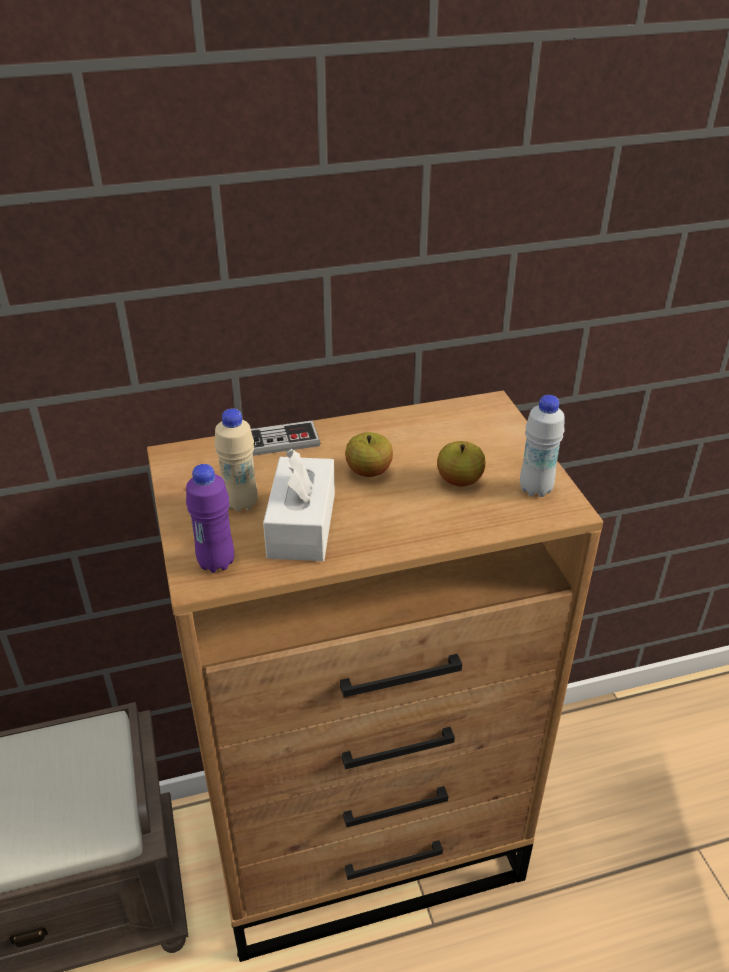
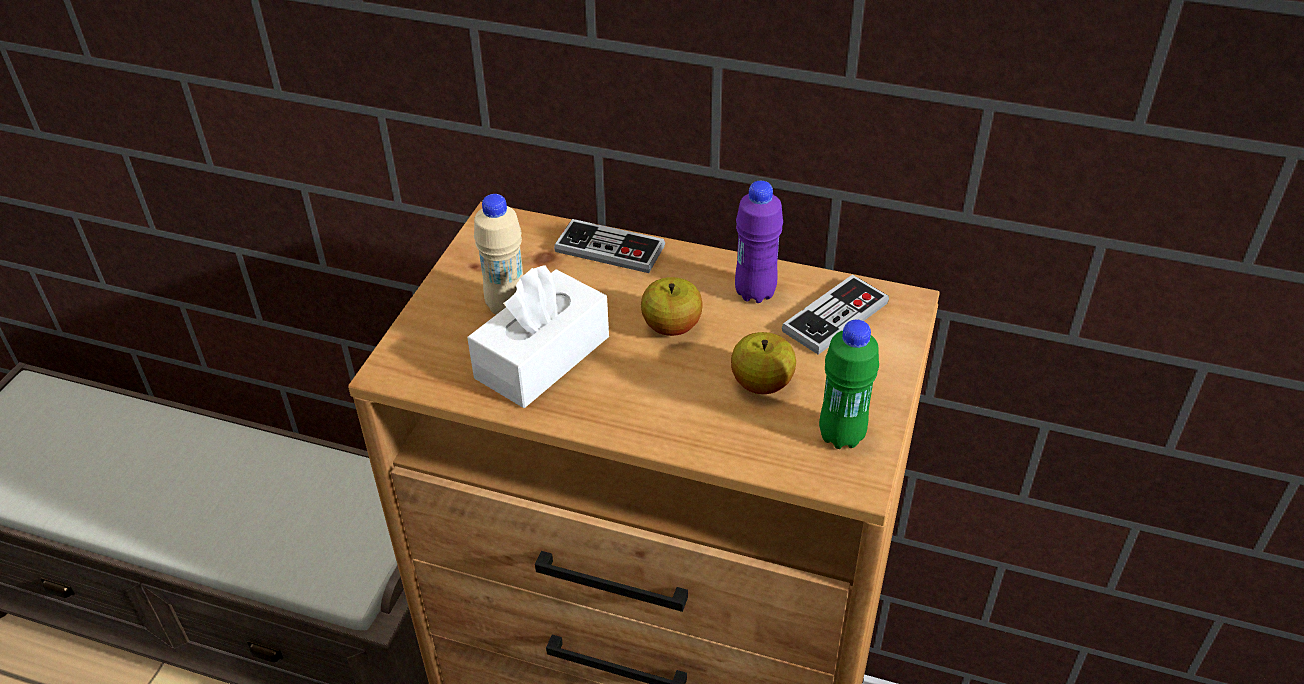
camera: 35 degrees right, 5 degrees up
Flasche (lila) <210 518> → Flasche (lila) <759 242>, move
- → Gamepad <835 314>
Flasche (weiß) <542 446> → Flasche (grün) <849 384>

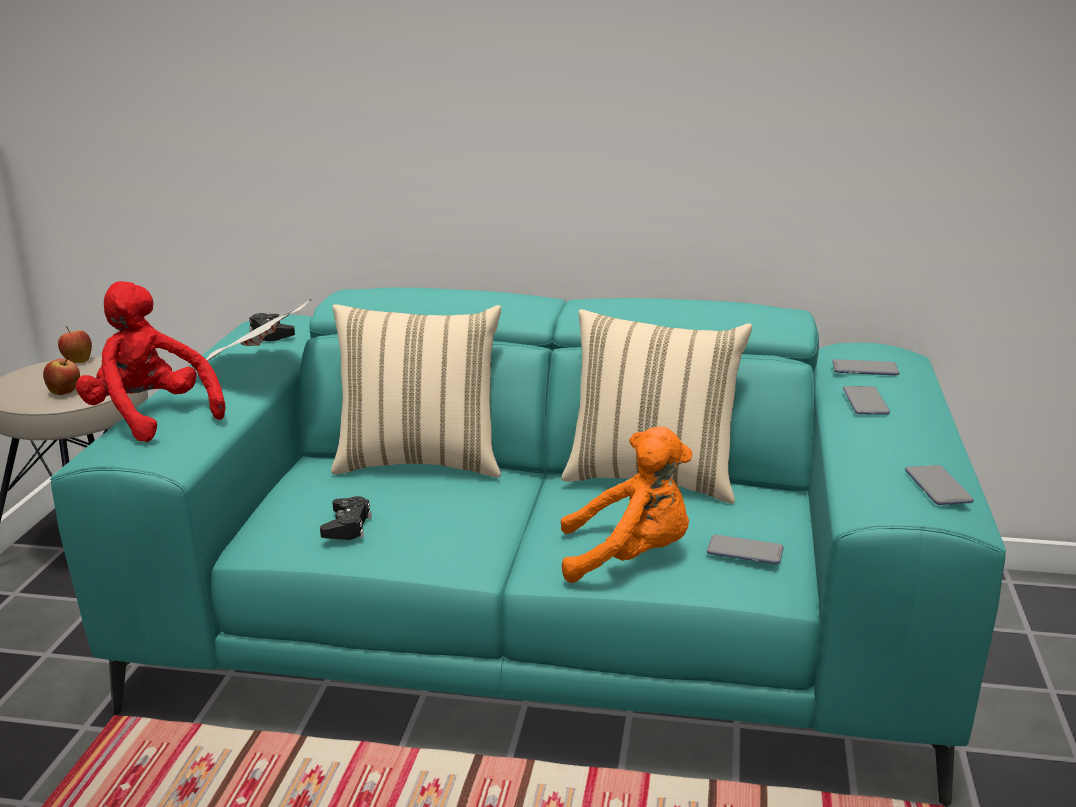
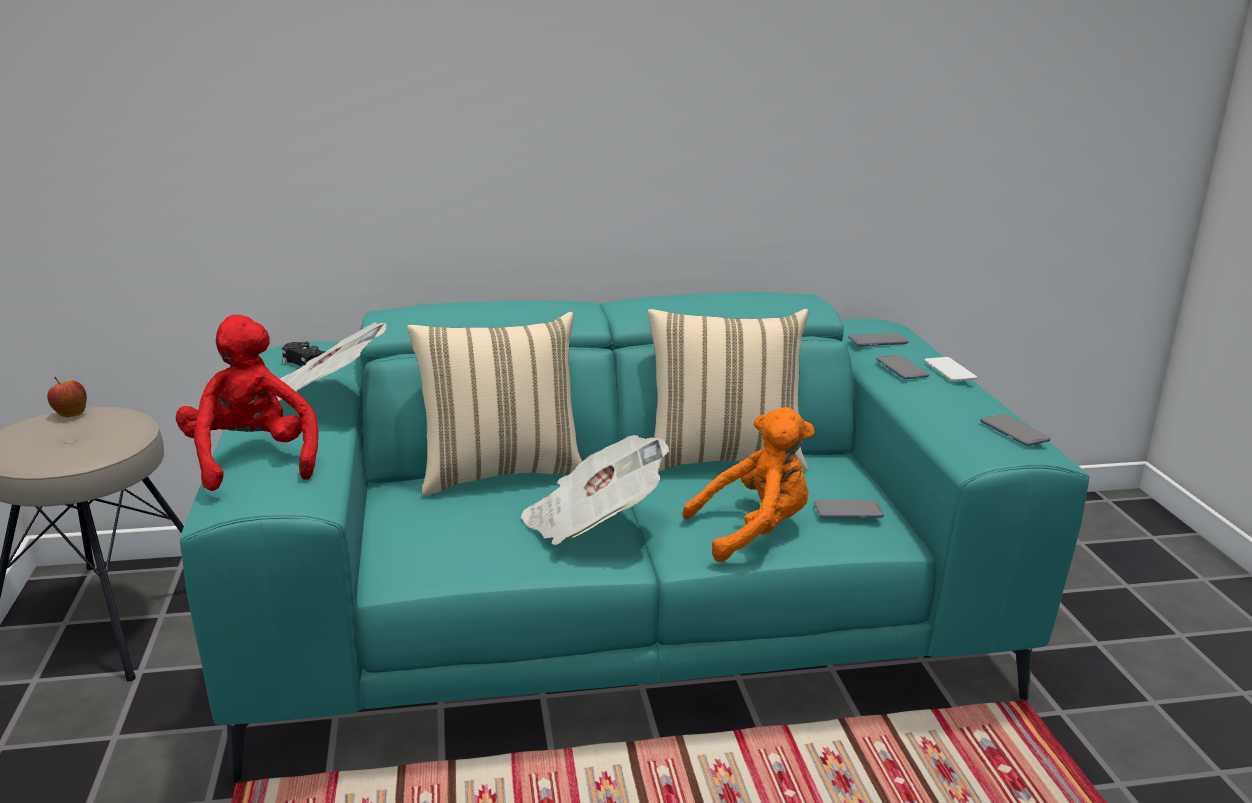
camera: 20 degrees left, 0 degrees up
Plüschtier (rot) <151 361> → Plüschtier (rot) <247 403>, 45 degrees clockwise
- → Zeitung <595 490>
- → Handy <950 369>
Apfel <61 375> → -
Gamepad (schwarz) <346 518> → -

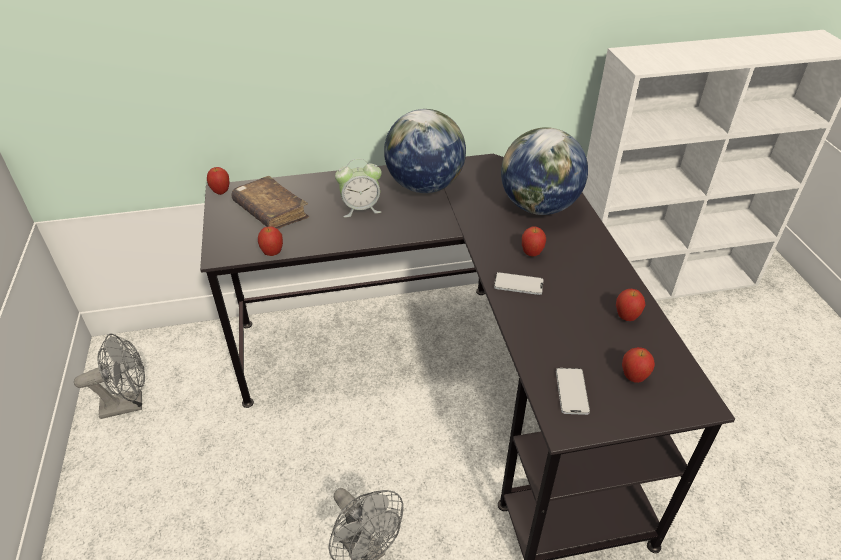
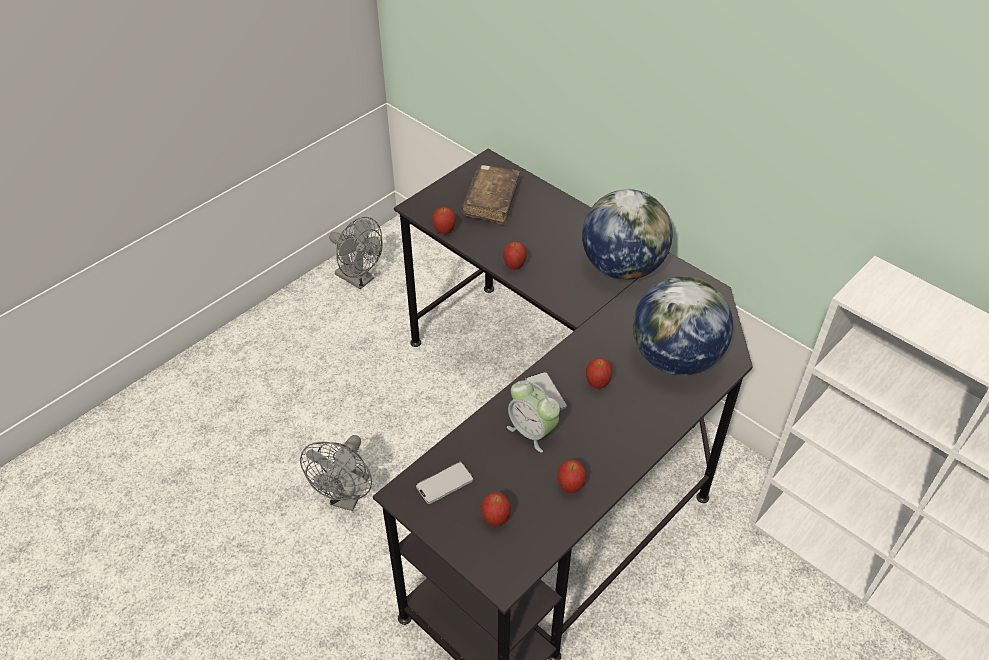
camera: 55 degrees right, 5 degrees up
Apfel <218 181> → Apfel <515 255>, move
Wecker <358 188> → Wecker <533 416>, move

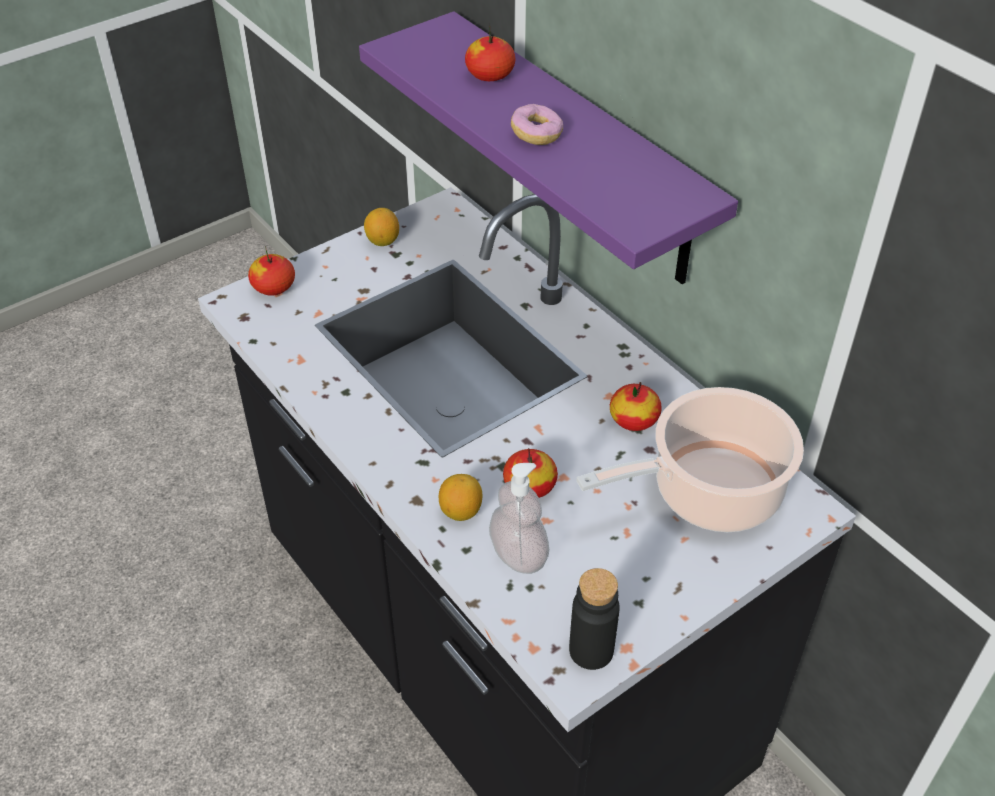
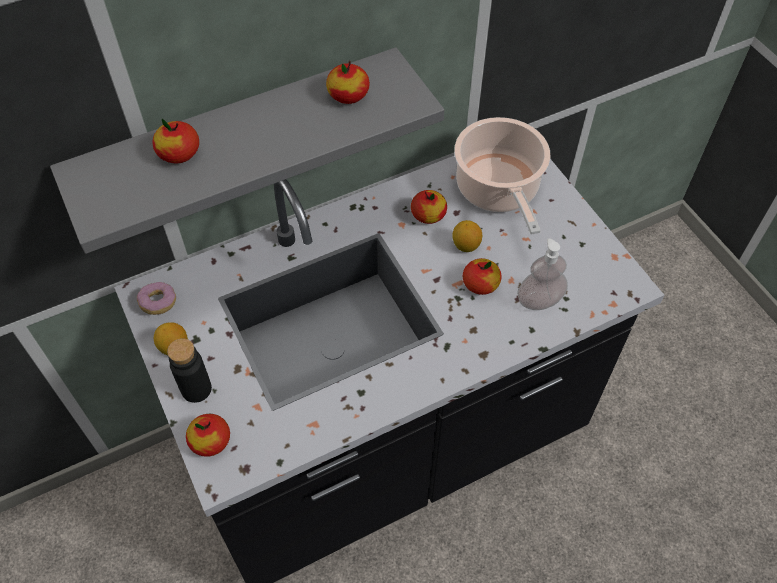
camera: 80 degrees left, 10 degrees up
Wandregal (lila) <548 147> → Wandregal (grau) <247 150>
Donut <537 124> → Donut <156 298>, move
Flasche (schwarz) <594 619> → Flasche (schwarz) <189 370>, move
- → Apfel <348 82>
Zitrone <460 497> → Zitrone <467 236>, move

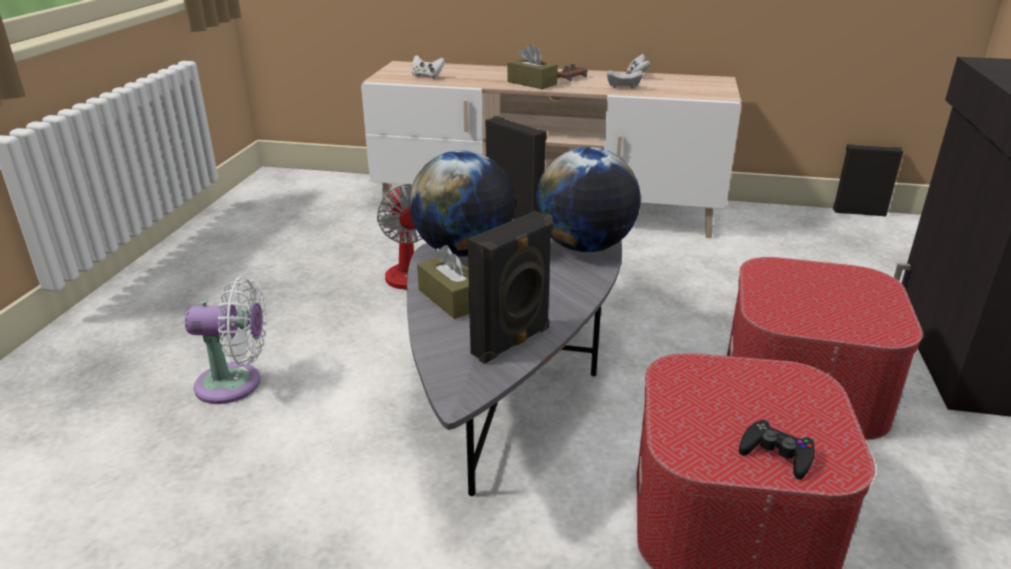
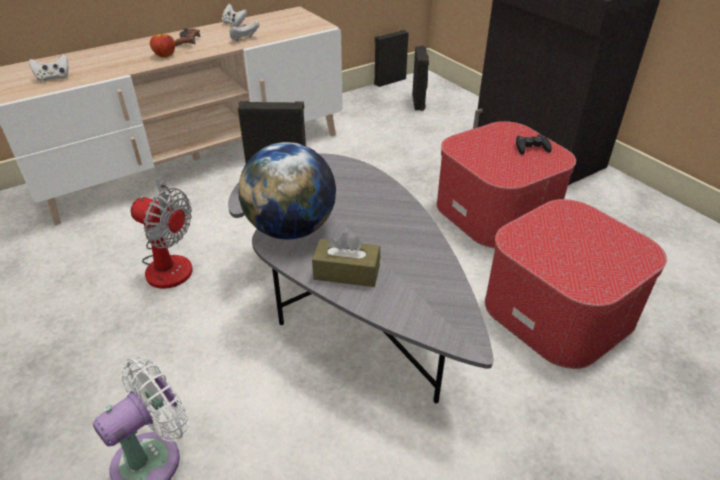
camera: 45 degrees left, 10 degrees up
Taschentuchbox (braun) <532 66> → Apfel <162 45>
Lautsprecher (schwarz) <510 287> → Lautsprecher (schwarz) <420 78>, move
Gamepad (schwarz) <777 449> → Gamepad (schwarz) <534 144>, move
Globus <588 199> → -

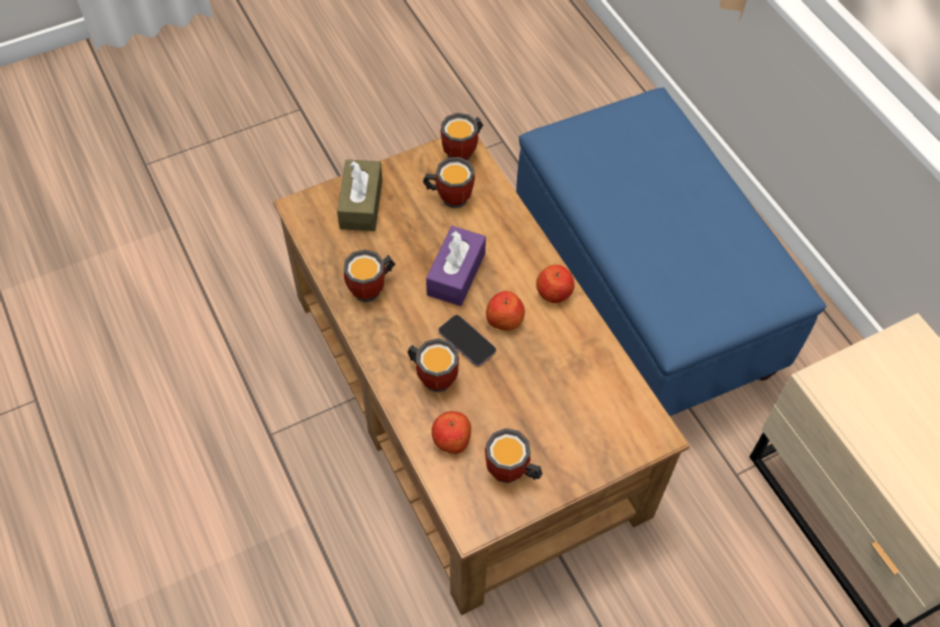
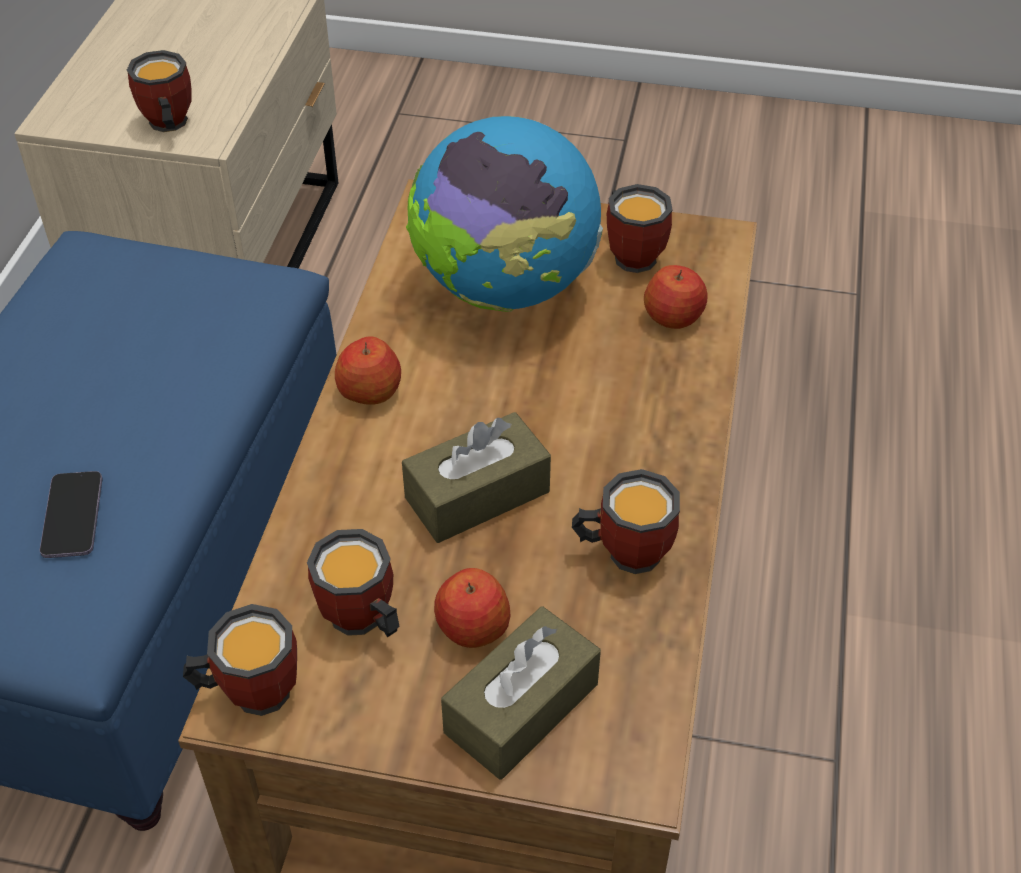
camera: 140 degrees left, 10 degrees down
Handy <467 340> → Handy <71 514>, move
Henkelbecher <433 365> → Henkelbecher <159 91>, move
Taschentuchbox (lila) <456 266> → Taschentuchbox (braun) <476 477>
- → Globus <504 214>
Apfel <505 310> → Apfel <472 608>, move

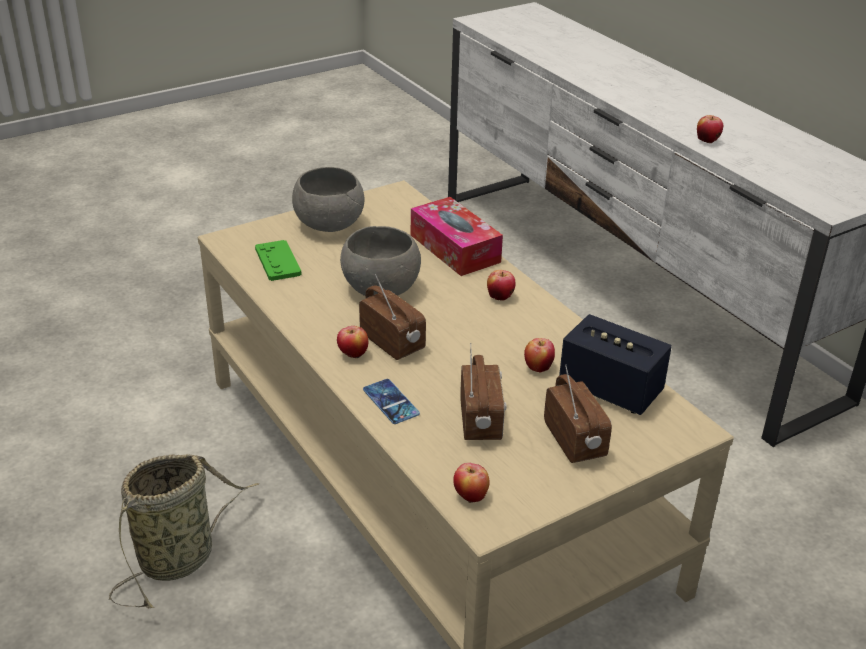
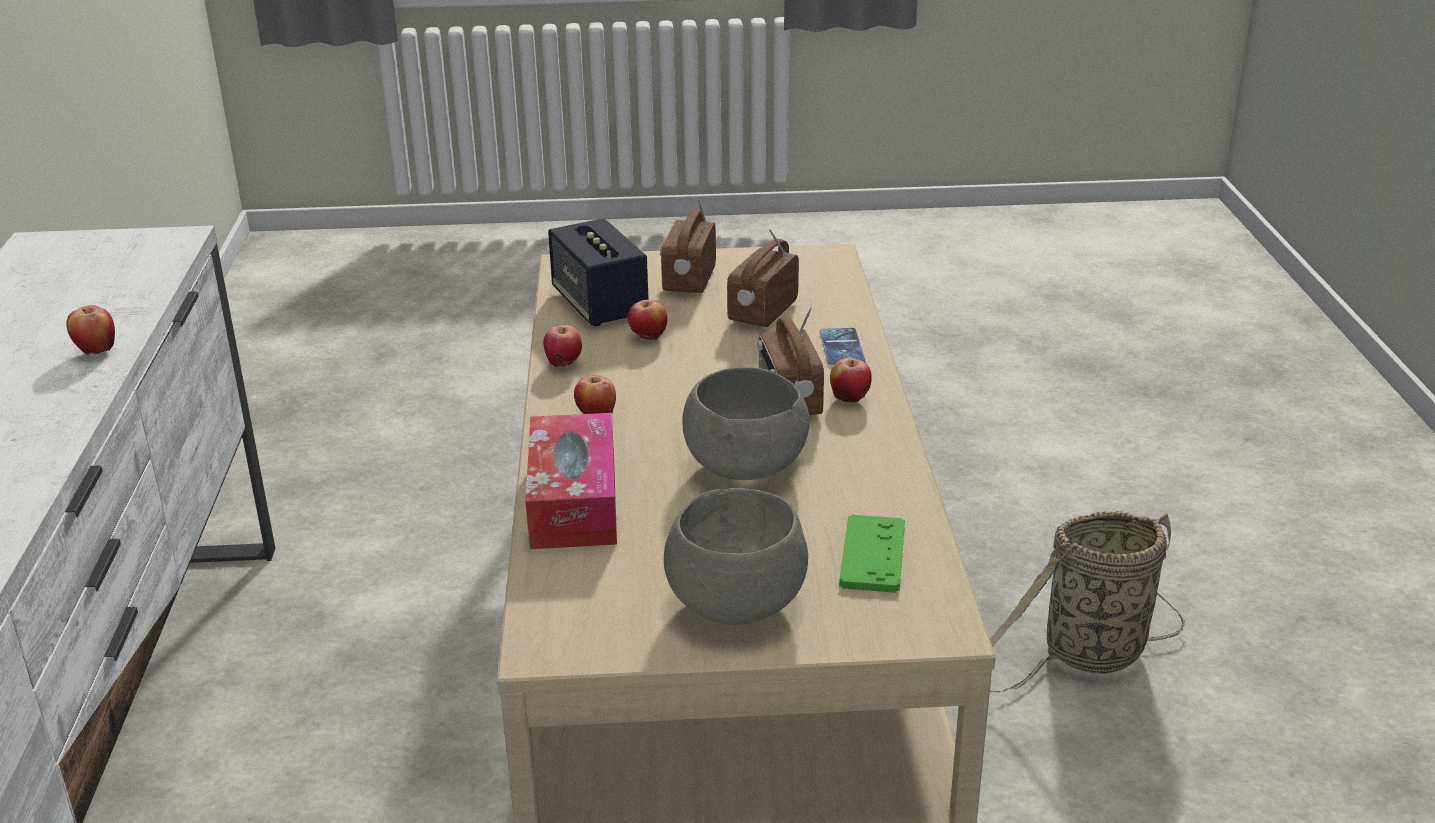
camera: 150 degrees left, 5 degrees down
Apfel <471 483> → Apfel <563 346>, move

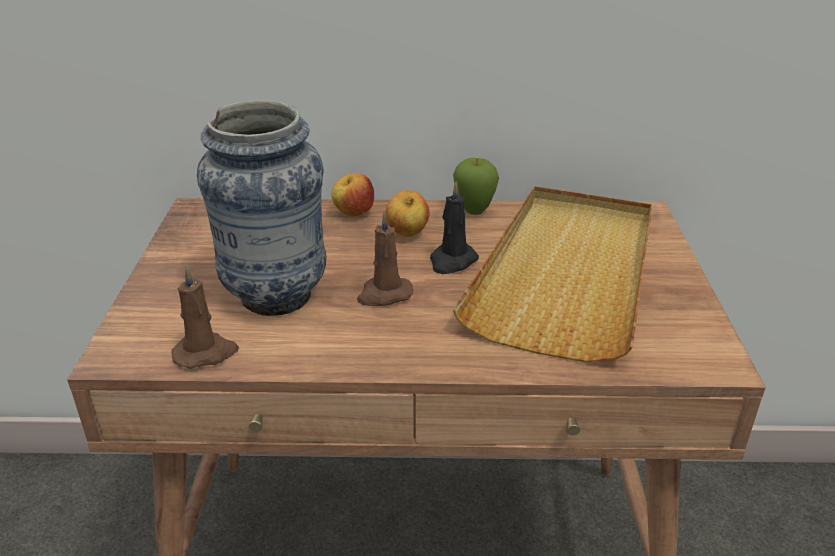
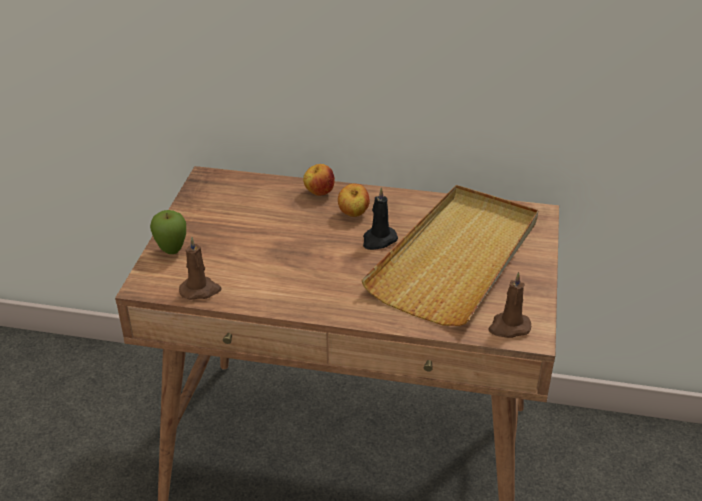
camera: 10 degrees right, 5 degrees up
Apfel <476 186> → Apfel <168 232>, move
Kerze (braun) <385 258> → Kerze (braun) <509 305>, move
Vase <261 208> → -

